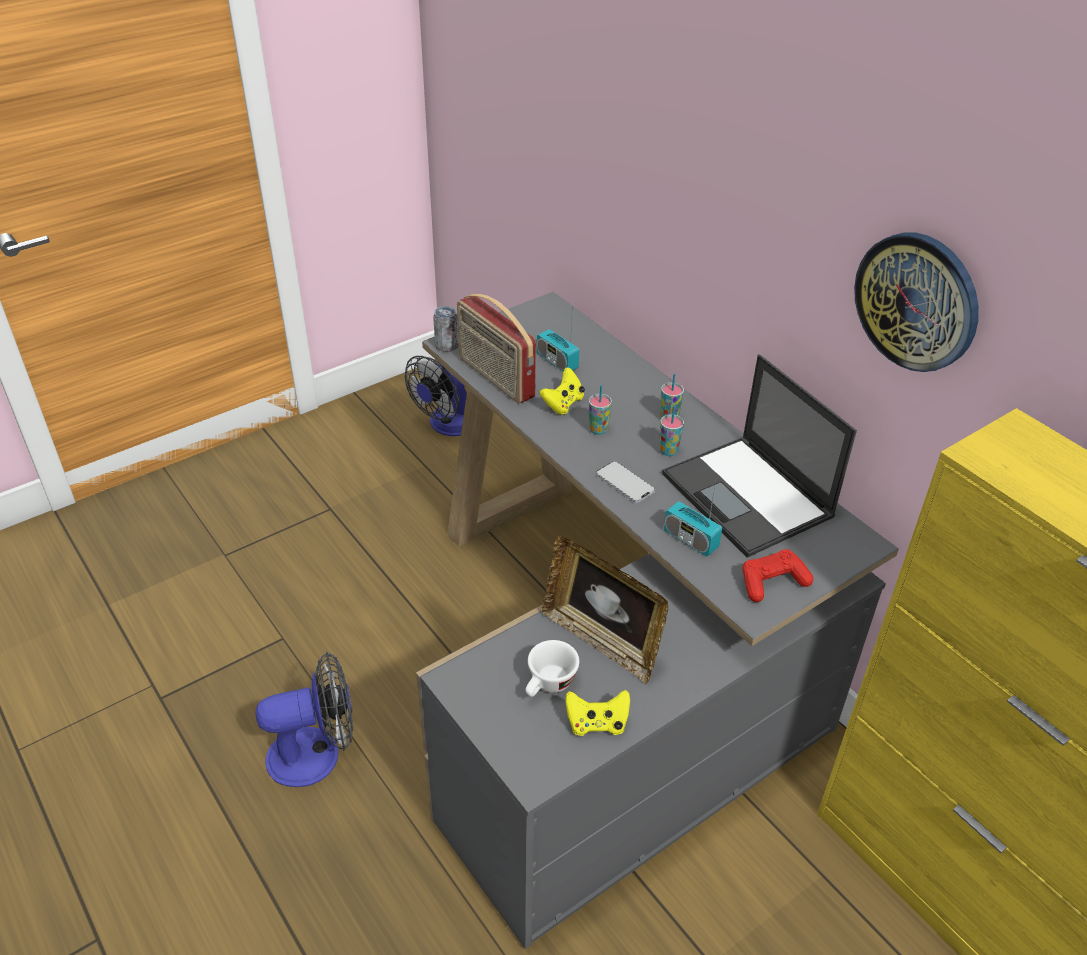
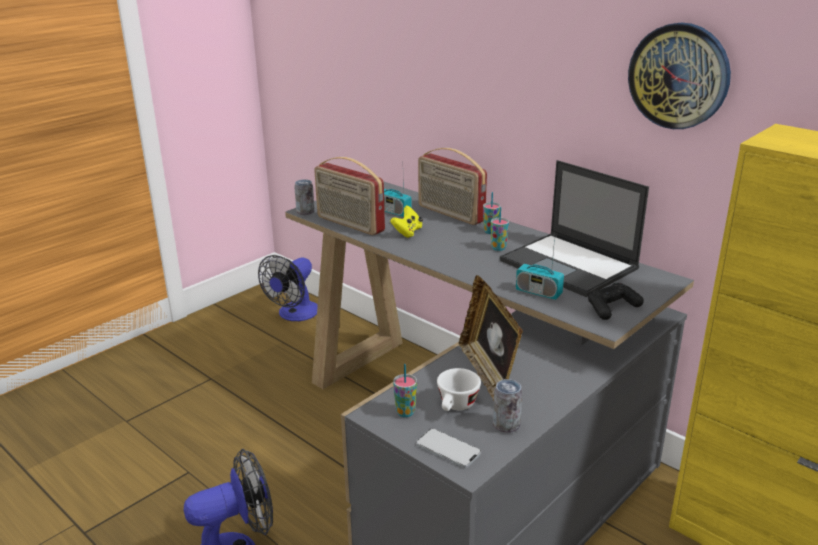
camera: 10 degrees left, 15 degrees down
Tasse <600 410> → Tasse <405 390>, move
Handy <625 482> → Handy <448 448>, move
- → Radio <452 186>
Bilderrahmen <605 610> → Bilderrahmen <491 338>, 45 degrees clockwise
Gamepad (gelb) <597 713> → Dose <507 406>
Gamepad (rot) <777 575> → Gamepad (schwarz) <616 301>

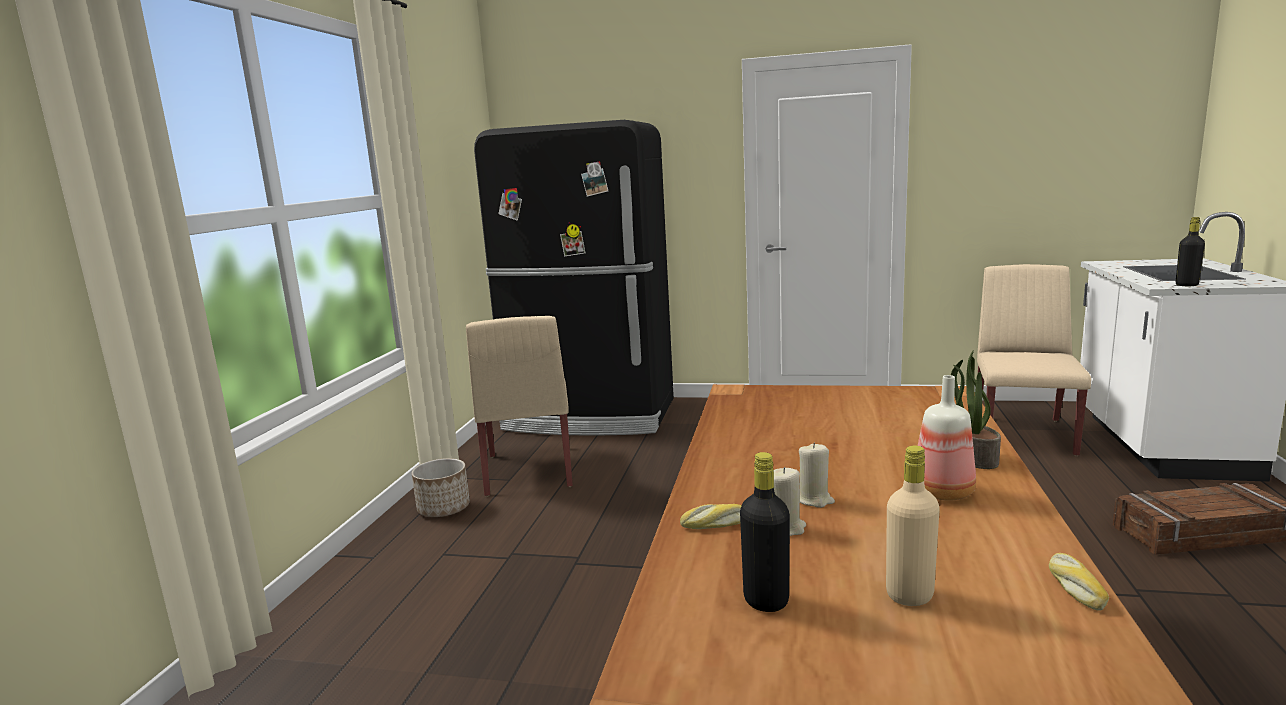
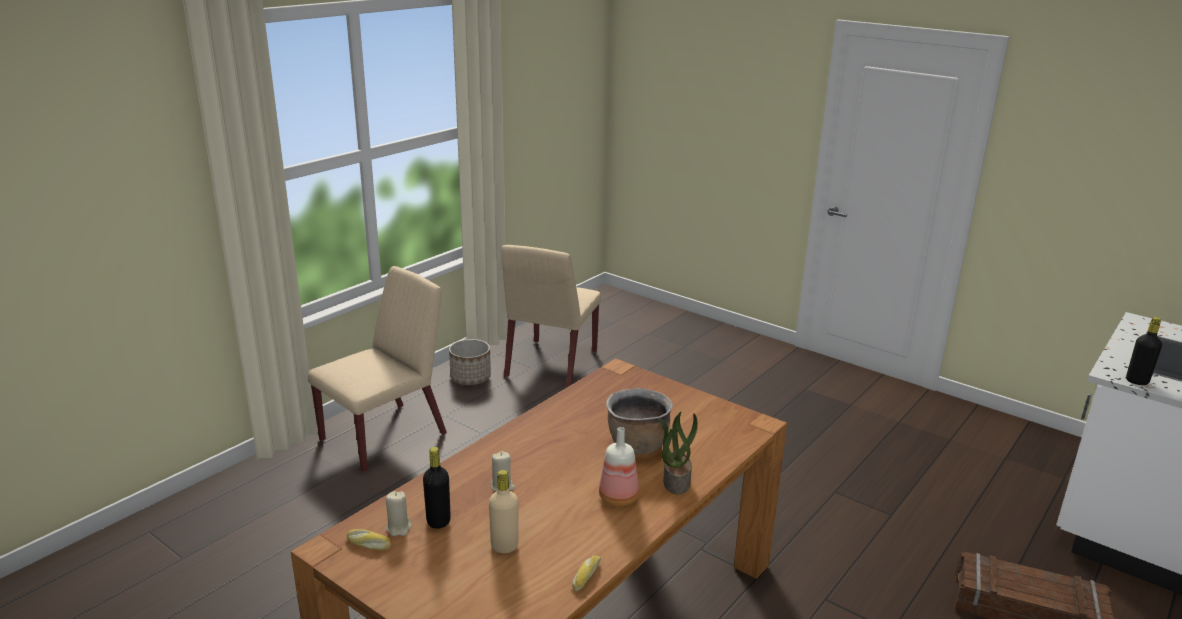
camera: 25 degrees right, 10 degrees up
Stuhl (beige) <1034 360> → Stuhl (beige) <377 369>, move
Brot <711 516> → Brot <368 539>, move
Kerze (beige) <817 475> → Kerze (beige) <398 513>, move
- → Kochtopf (braun) <639 421>
Kühlschrank (schwarz) <574 278> → -

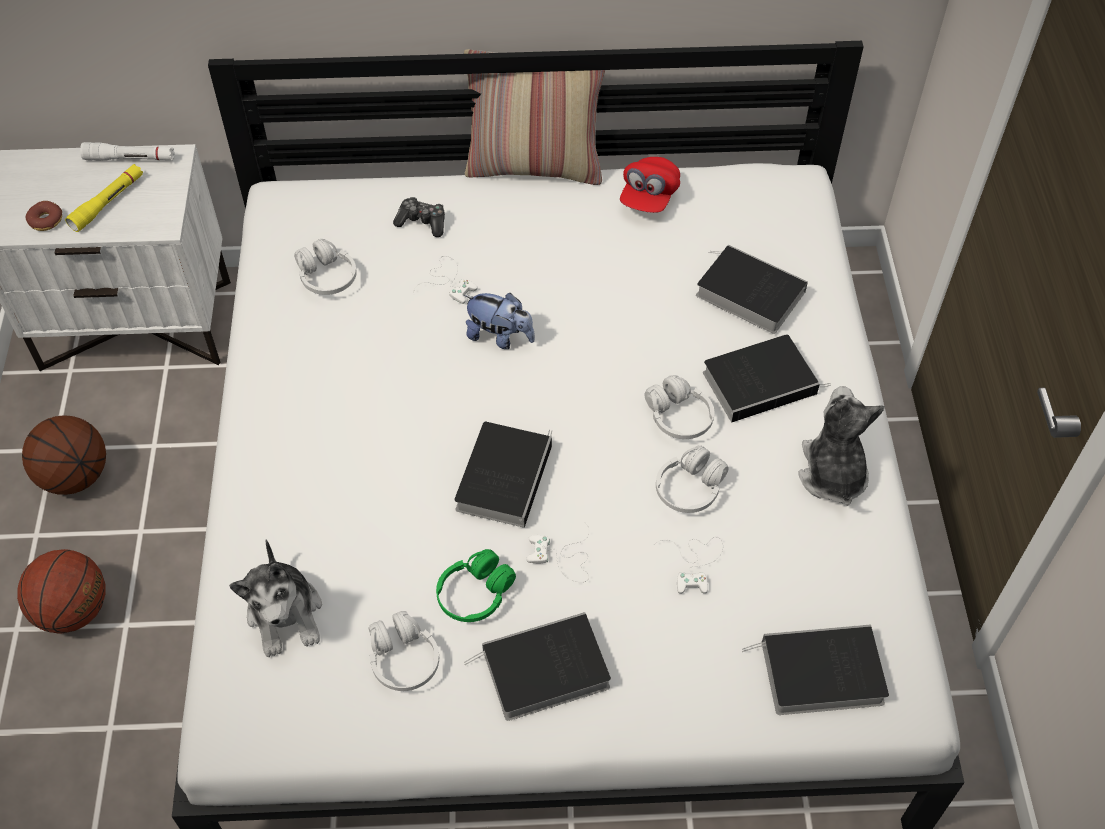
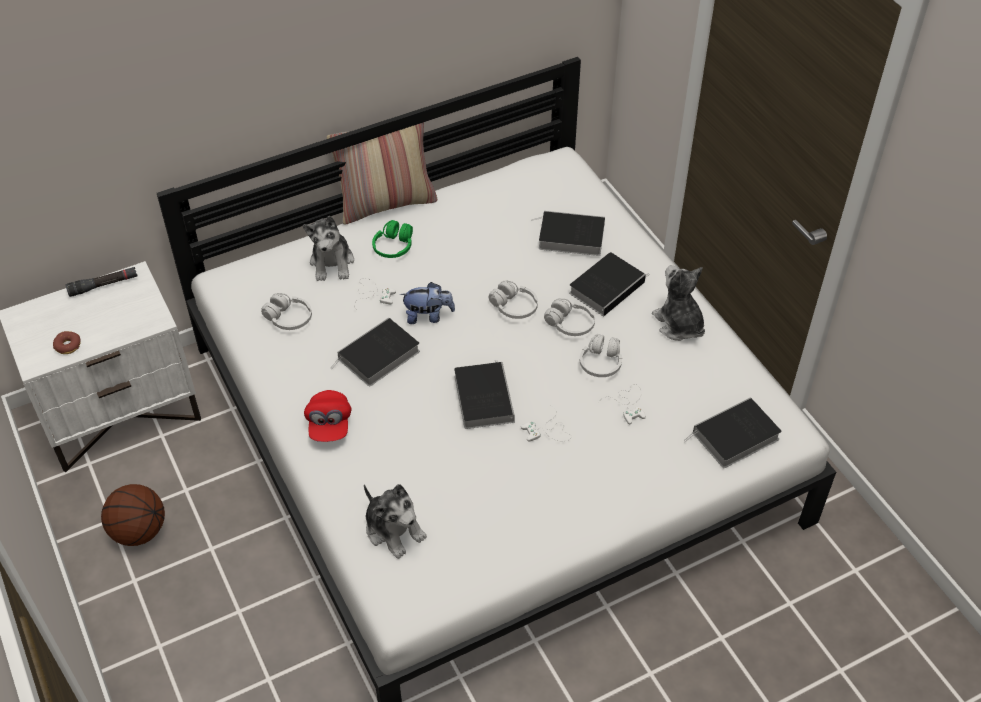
camera: 25 degrees left, 5 degrees down
Taschenlampe (weiß) <127 151> → Taschenlampe (schwarz) <101 282>
Gamepad <419 217> → Plüschtier <328 248>
Kappe (rot) <650 185> → Kappe (rot) <327 416>, move
Buch <537 666> → Buch <375 352>, move
Kopfhörer (grün) <476 585> → Kopfhörer (grün) <392 239>, move
Kopfhörer (weiß) <403 651> → Kopfhörer (weiß) <513 299>, move
Basketball <61 591> → -
Taschenlampe (gelb) <104 198> → -

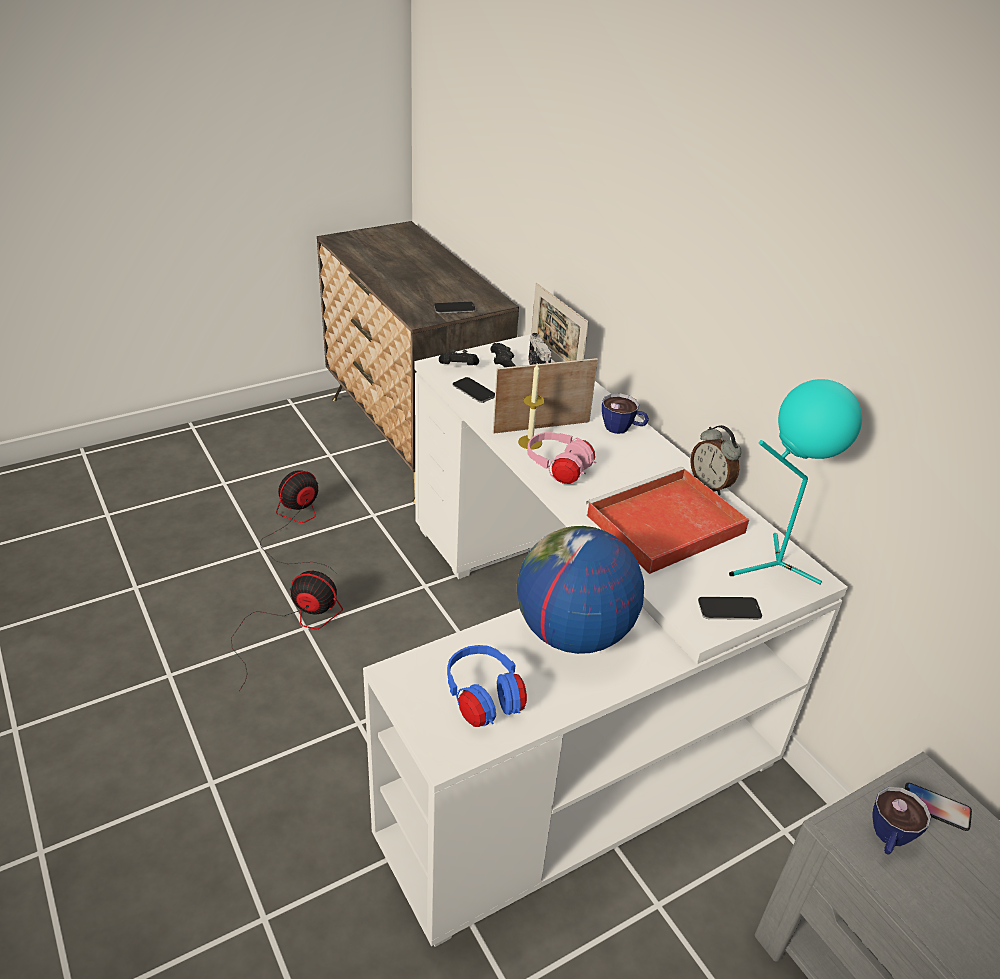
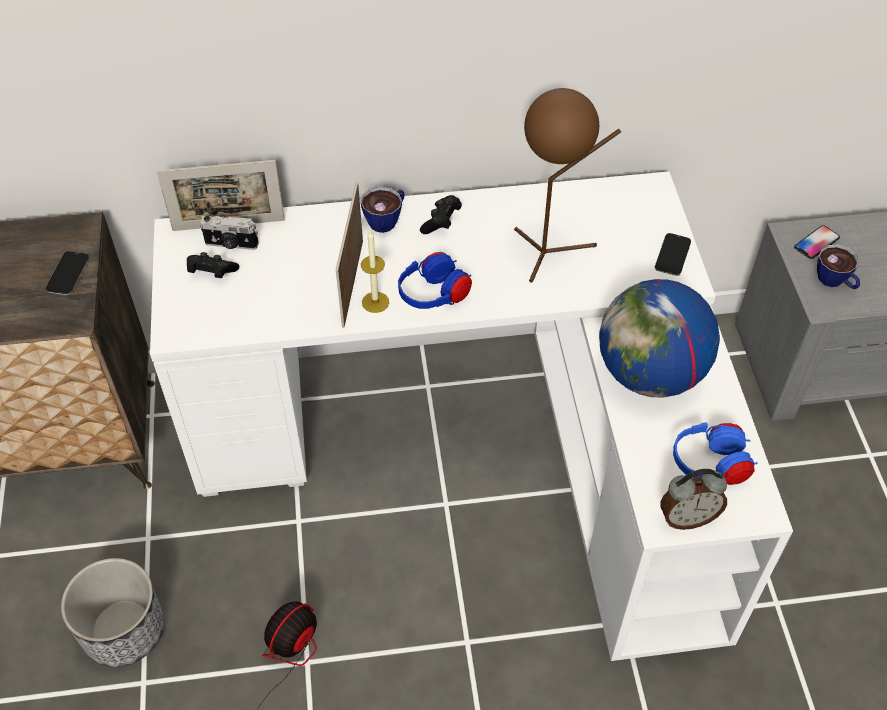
camera: 65 degrees left, 15 degrees up
Ventilator <298 522> → Pflanzkübel <112 612>
Kopfhörer (rosa) <561 458> → Kopfhörer (blau) <435 280>
Gamepad (schwarz) <459 357> → Gamepad (schwarz) <441 214>, move
Tablett (rot) <667 520> → Tischlampe (braun) <567 185>
Wecker <716 460> → Wecker <693 499>, move
Handy <474 390> → -
Tischlampe (türkis) <795 481> → -

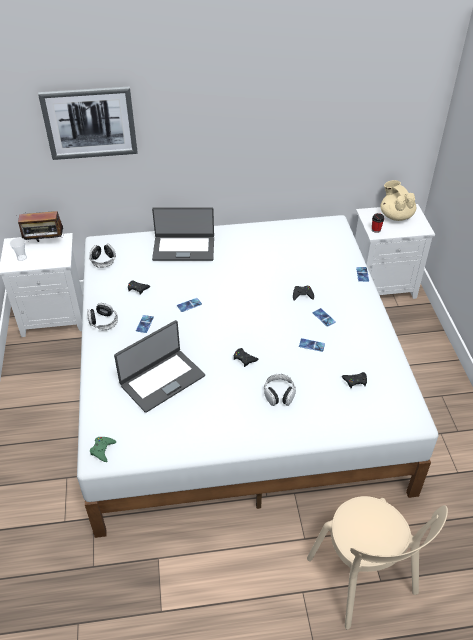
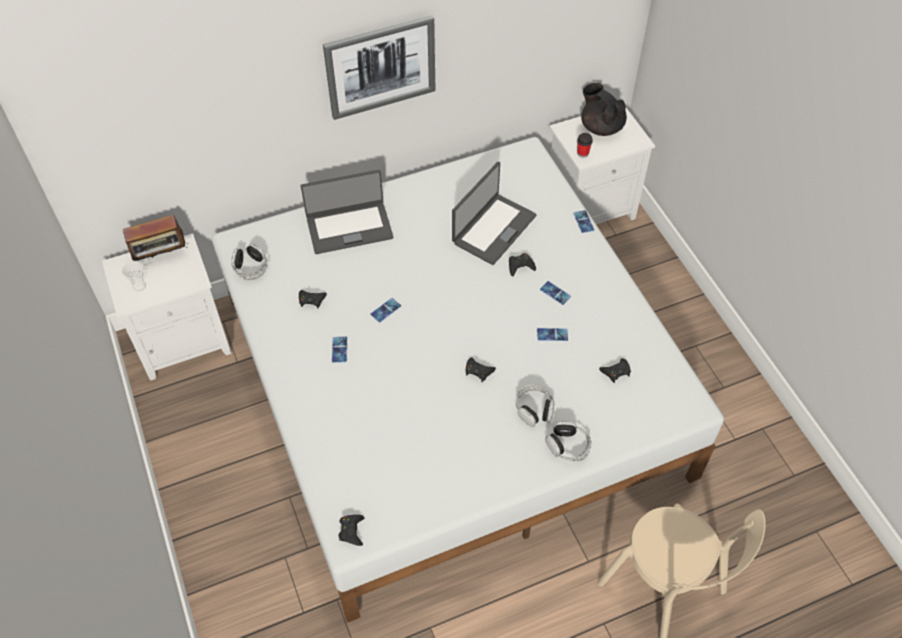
camera: 15 degrees left, 10 degrees up
Bild <88 123> → Bild <379 67>, move
Gamepad (grün) <103 449> → Gamepad (schwarz) <352 530>
Laptop <159 366> → Laptop <494 213>, move
Kopfhörer <102 316> → Kopfhörer <568 441>, move
Teekanne (beige) <398 200> → Teekanne (schwarz) <604 109>

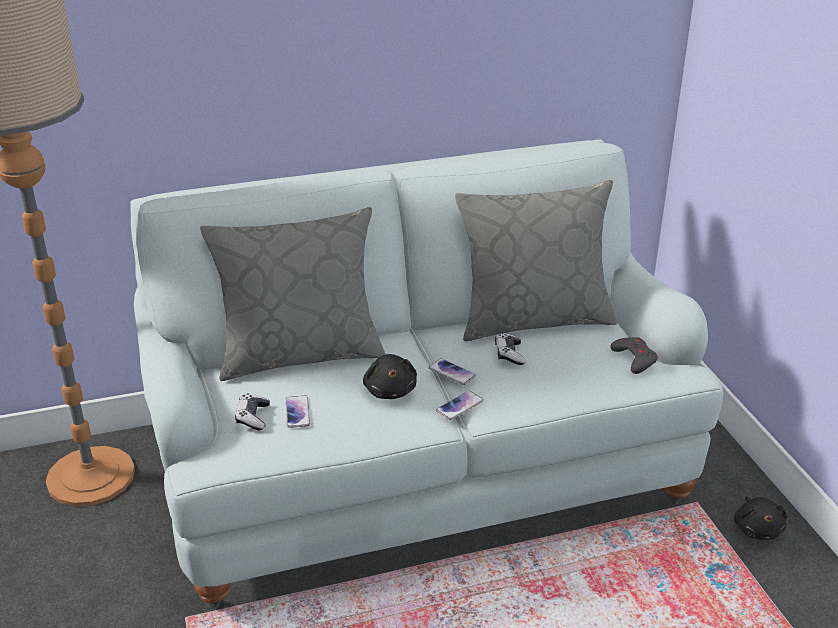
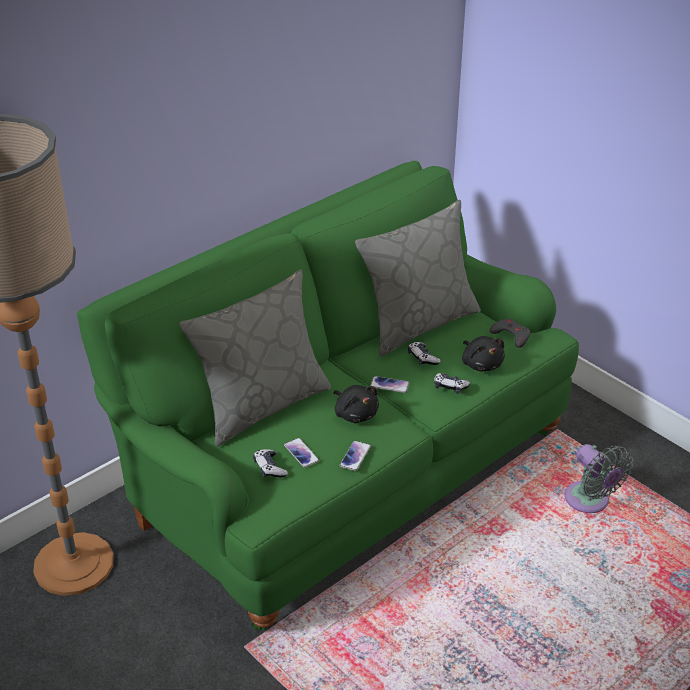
camera: 25 degrees left, 5 degrees up
Sofa (weiß) <426 373> → Sofa (grün) <328 395>
Handy <460 405> → Handy <355 456>, move
- → Gamepad <452 383>
Plüschtier (schwarz) <760 518> → Plüschtier (schwarz) <483 353>, move
- → Ventilator (grau) <599 478>

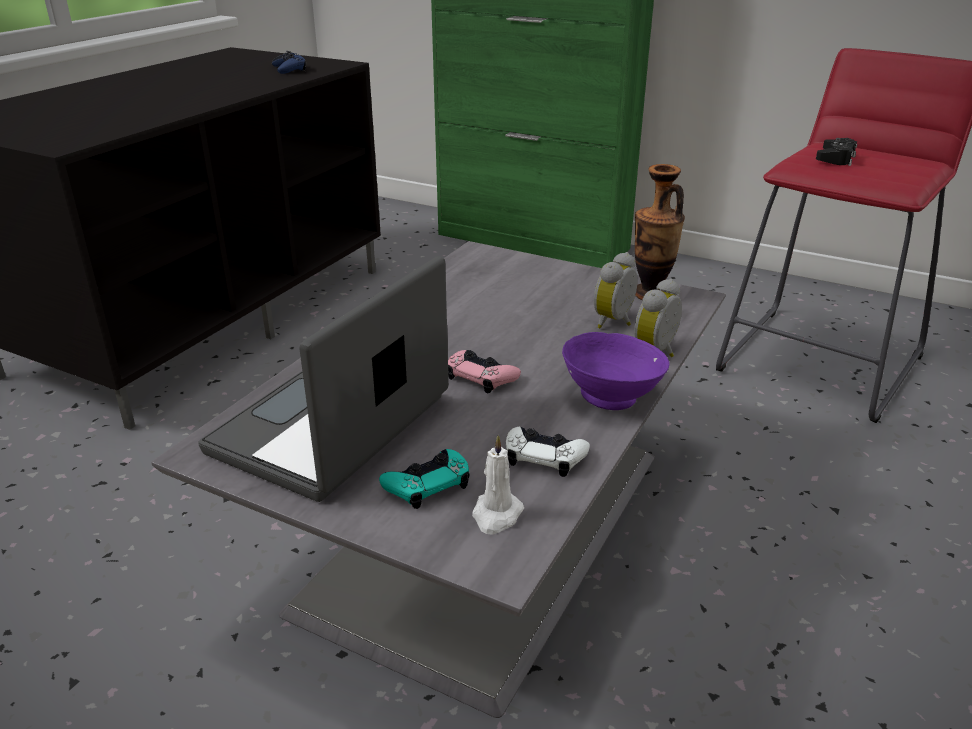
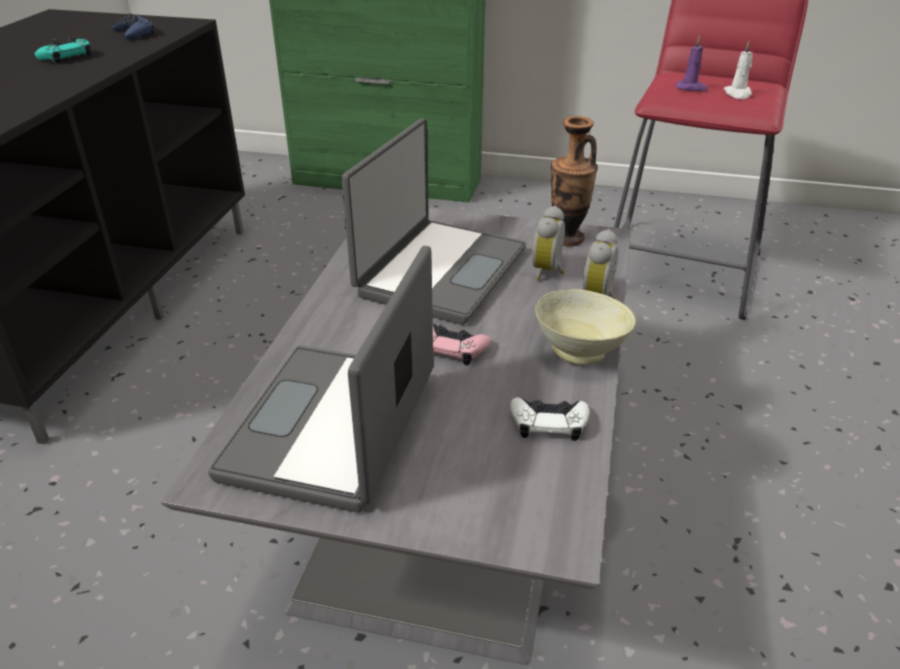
camera: 15 degrees left, 5 degrees up
Gamepad (türkis) <424 479> → Gamepad (türkis) <63 50>, move
- → Laptop <434 221>
Schüssel (lila) <616 371> → Schüssel (beige) <585 327>
Gamepad (schwarz) <836 152> → Kerze (lila) <692 63>
Kerze (weiß) <498 484> → Kerze (weiß) <738 70>, move

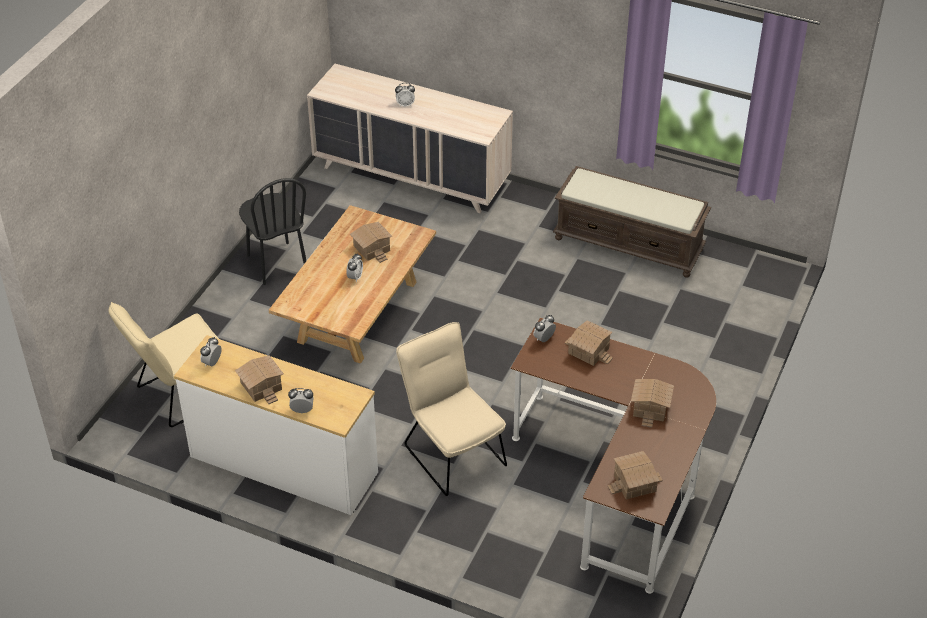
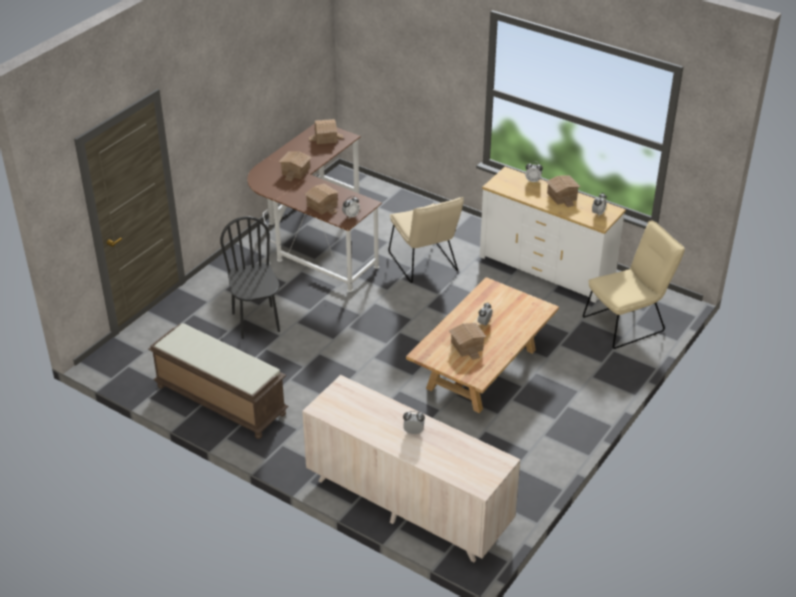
camera: 170 degrees left, 5 degrees down
Stuhl (schwarz) <272 231> → Stuhl (schwarz) <250 277>, move

